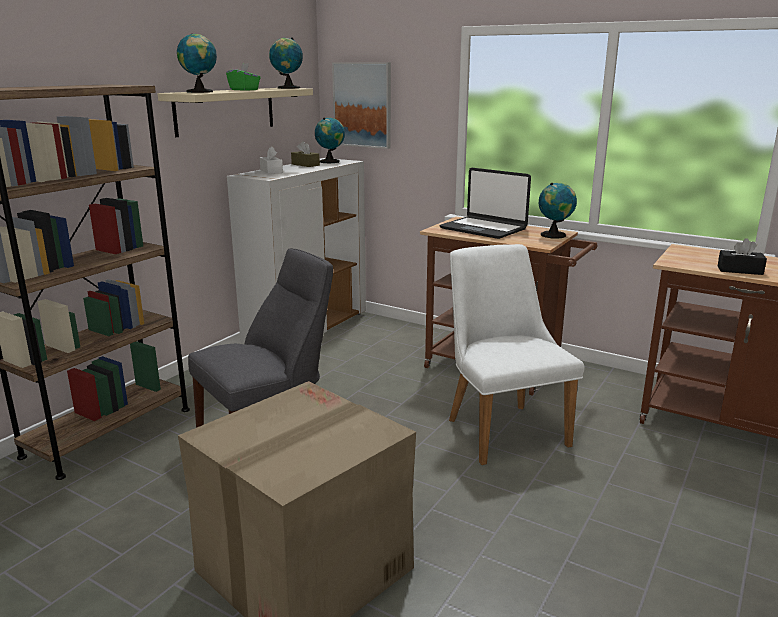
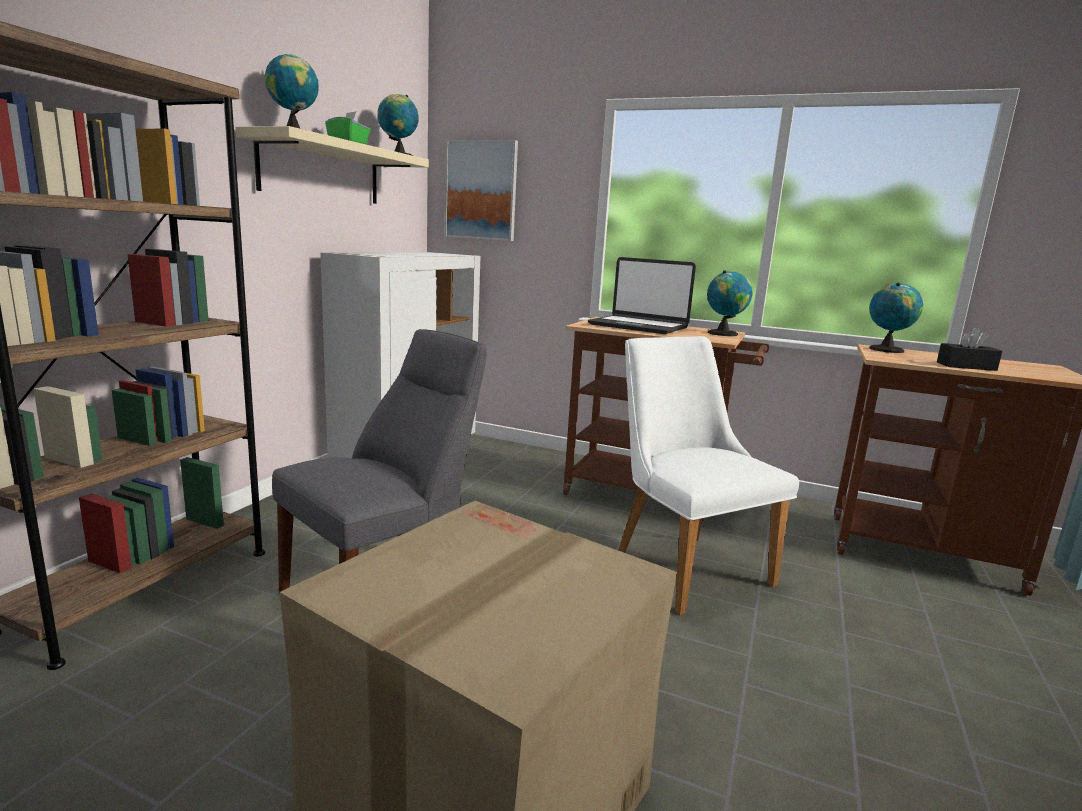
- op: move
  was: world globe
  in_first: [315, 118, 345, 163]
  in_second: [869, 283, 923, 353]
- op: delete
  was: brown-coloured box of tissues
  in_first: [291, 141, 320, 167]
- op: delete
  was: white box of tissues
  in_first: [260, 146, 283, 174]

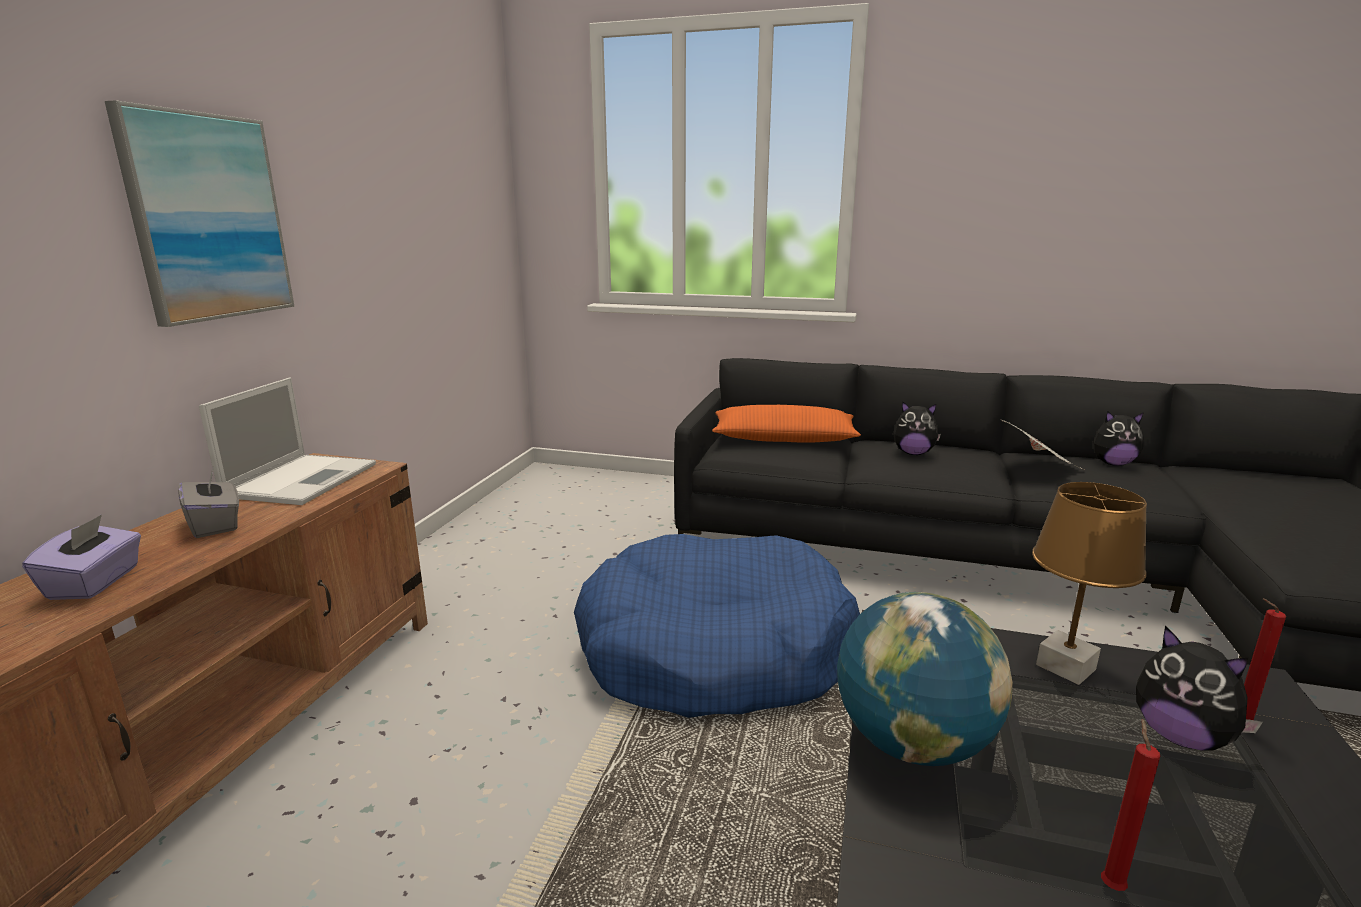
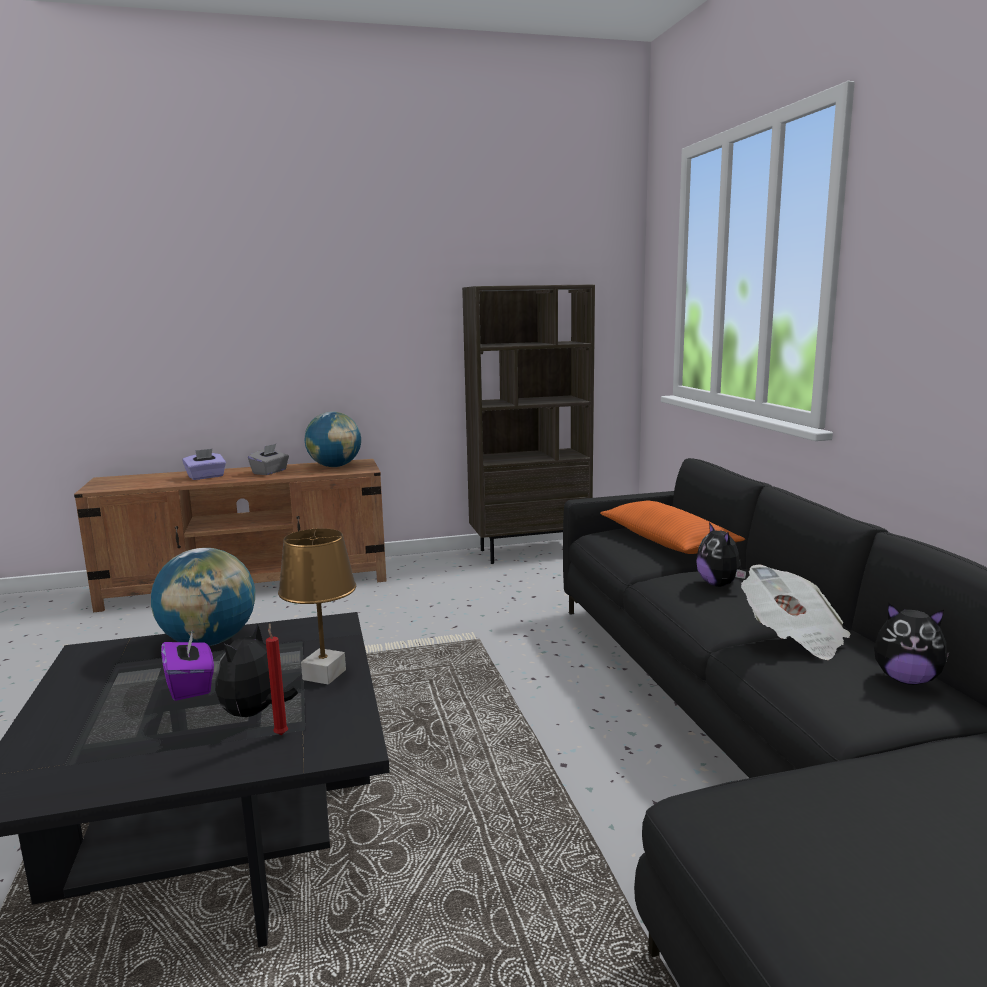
- op: delete
  was: wall art
  in_first: [105, 100, 294, 327]
- op: replace
  was: notebook computer
  now: world globe
  in_first: [199, 377, 376, 505]
  in_second: [305, 411, 361, 467]
- op: rotate
  was: cuddly toy
  in_first: [1093, 411, 1144, 466]
  in_second: [874, 603, 949, 685]
  clockwise: -45
- op: delete
  was: blue pet bed
  in_first: [574, 534, 860, 718]
- op: delete
  was: red candle
  in_first: [1101, 719, 1160, 891]
- op: insert
  now: brown-coloured shelving unit
  in_second: [462, 284, 595, 564]
- op: insert
  now: purple-coloured box of tissues
  in_second: [161, 632, 214, 701]

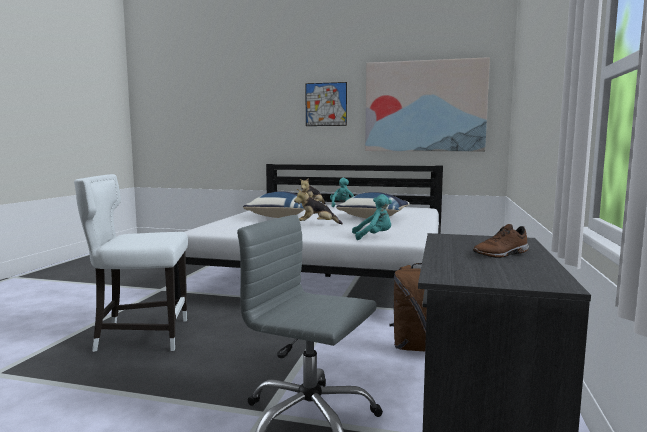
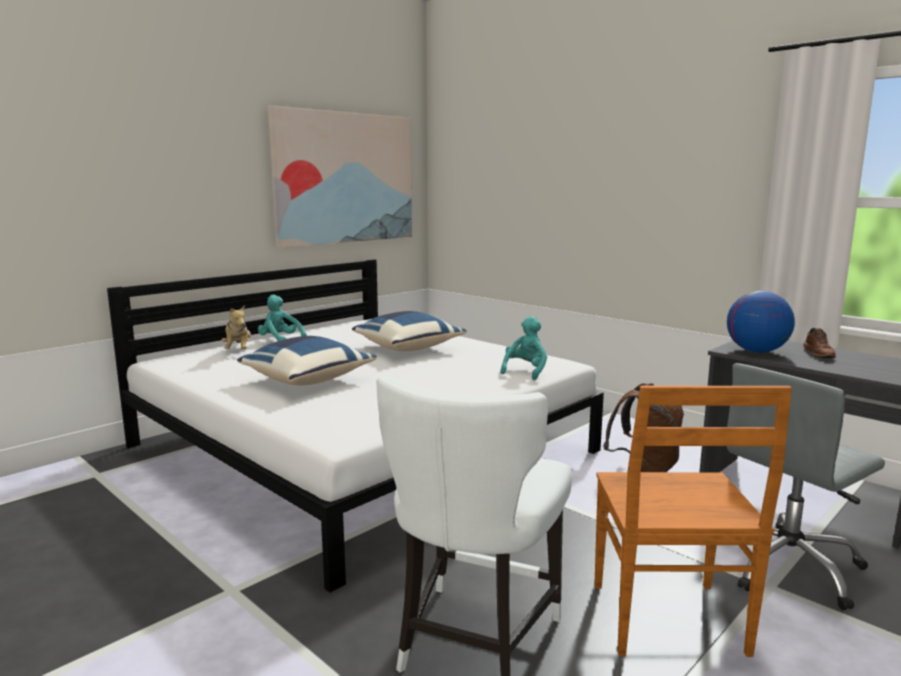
- op: delete
  was: wall art
  in_first: [306, 82, 347, 126]
- op: delete
  was: cuddly toy
  in_first: [294, 189, 343, 224]
- op: insert
  now: world globe
  in_second: [727, 291, 795, 353]
- op: insert
  now: brown-coloured upright chair
  in_second: [594, 386, 792, 657]

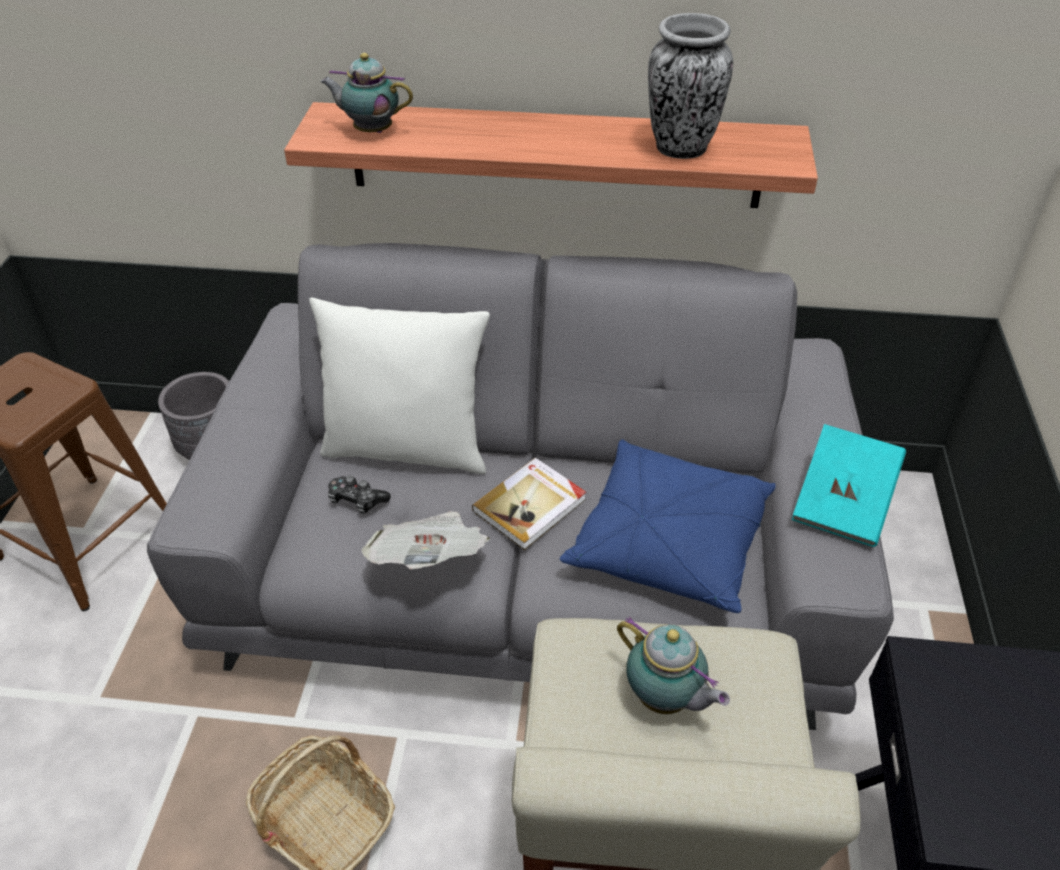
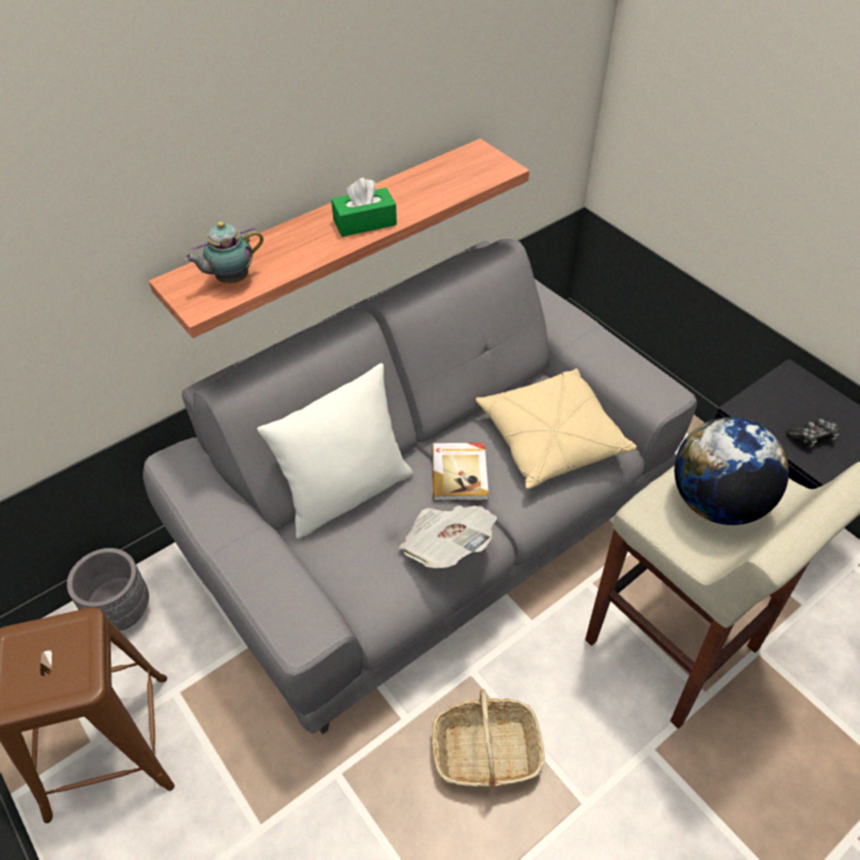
- op: delete
  was: decorative vase
  in_first: [648, 13, 733, 159]
- op: delete
  was: turquoise-coloured bound book
  in_first: [792, 424, 906, 547]
- op: recolor
  was: blue throw pillow
  now: beige throw pillow
  in_first: [560, 439, 775, 613]
  in_second: [475, 368, 637, 489]
- op: move
  was: gamepad
  in_first: [328, 475, 391, 514]
  in_second: [786, 419, 839, 448]
- op: replace
  was: teapot
  now: world globe
  in_first: [617, 616, 730, 714]
  in_second: [674, 417, 789, 525]
- op: insert
  now: green-coloured box of tissues
  in_second: [331, 178, 397, 237]

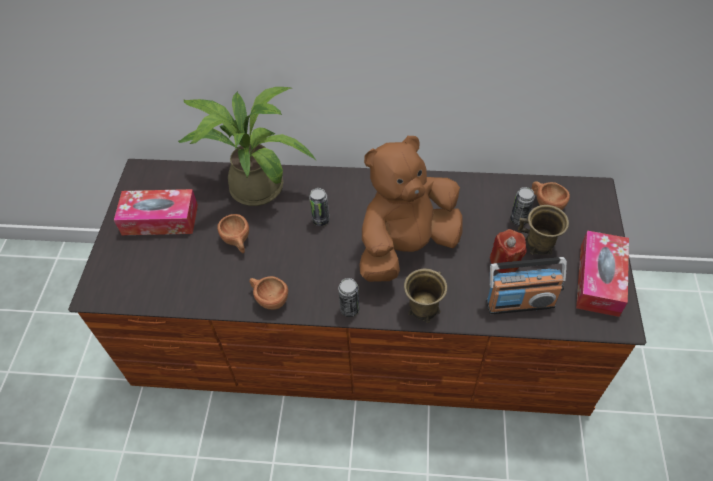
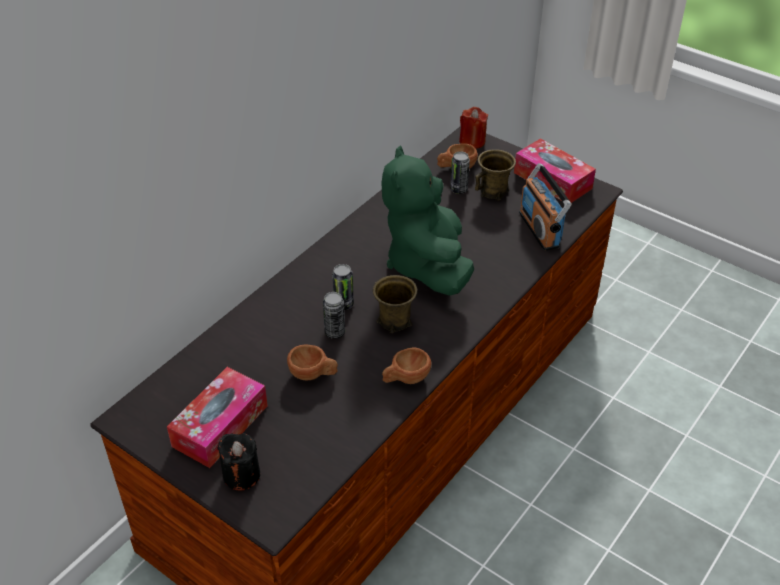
- op: delete
  was: potted plant
  in_first: [178, 87, 316, 206]
- op: recolor
  was: brown-coloured cuddly toy
  now: green-coloured cuddly toy
  in_first: [359, 136, 462, 282]
  in_second: [382, 146, 474, 296]
- op: move
  was: red candle
  in_first: [490, 229, 527, 273]
  in_second: [459, 107, 488, 149]
- op: rotate
  was: radio set
  in_first: [486, 257, 567, 314]
  in_second: [519, 163, 571, 251]
  clockwise: 135
- op: move
  was: brown-coloured tea mug
  in_first: [404, 268, 447, 323]
  in_second: [373, 275, 417, 333]
- op: move
  was: sealed can
  in_first: [338, 278, 359, 317]
  in_second: [323, 292, 345, 339]
- op: insert
  now: black candle
  in_second: [217, 433, 260, 491]

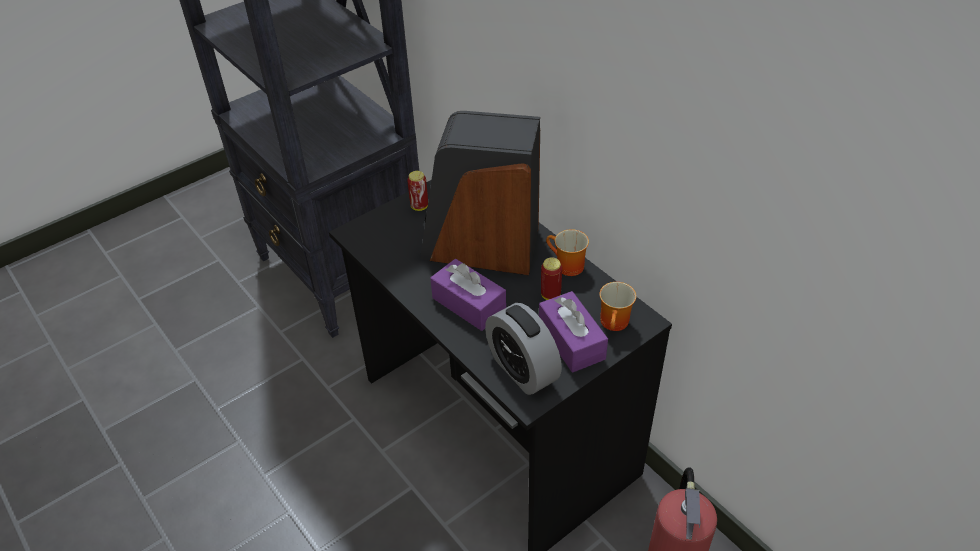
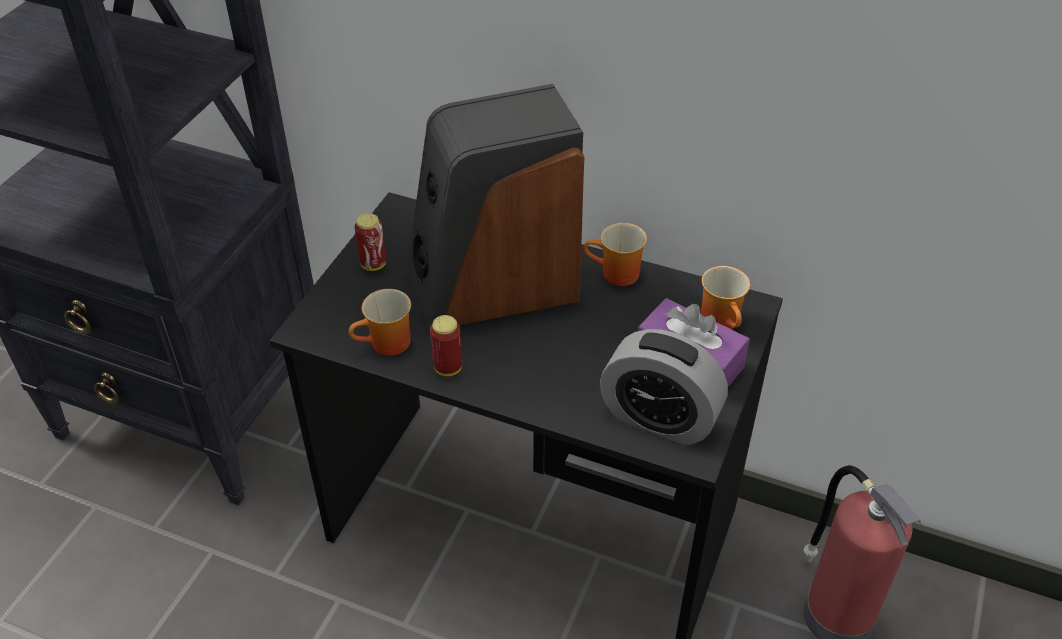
- op: move
  was: sealed can
  in_first: [541, 258, 562, 300]
  in_second: [430, 315, 462, 376]
- op: delete
  was: purple-coloured box of tissues
  in_first: [430, 259, 506, 331]
- op: insert
  now: tea mug
  in_second: [348, 289, 411, 356]

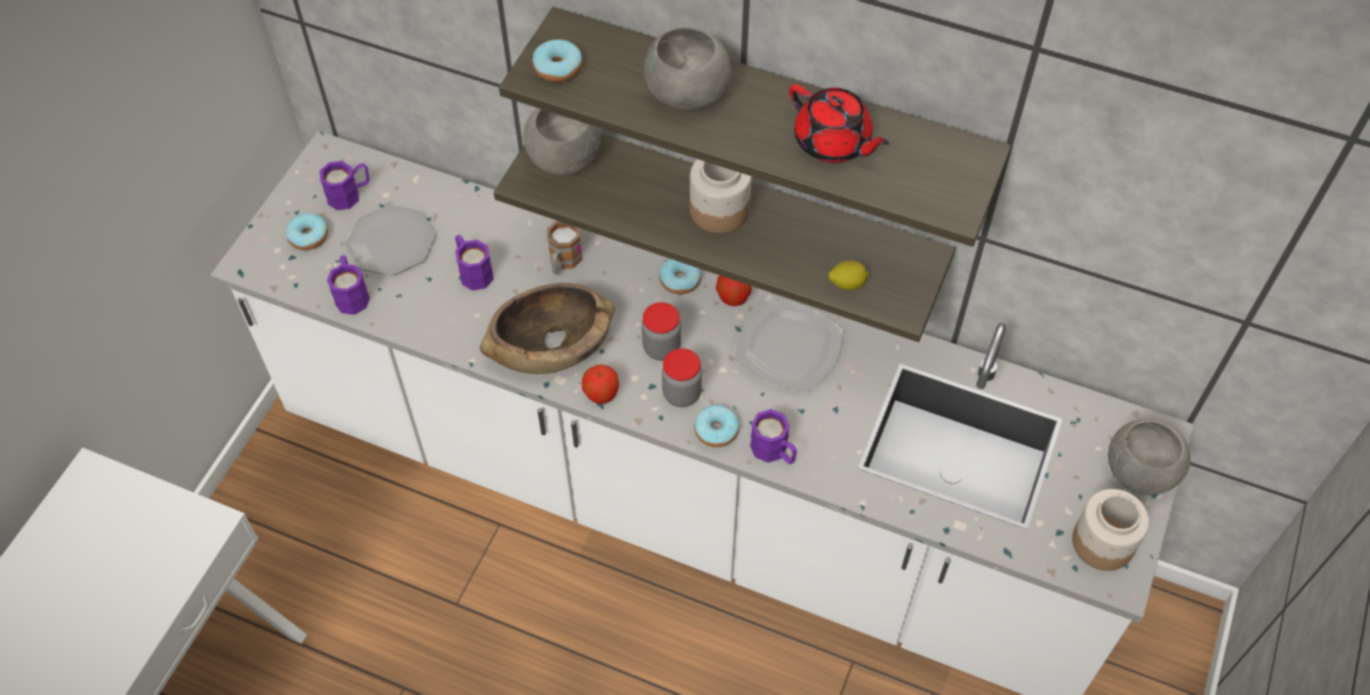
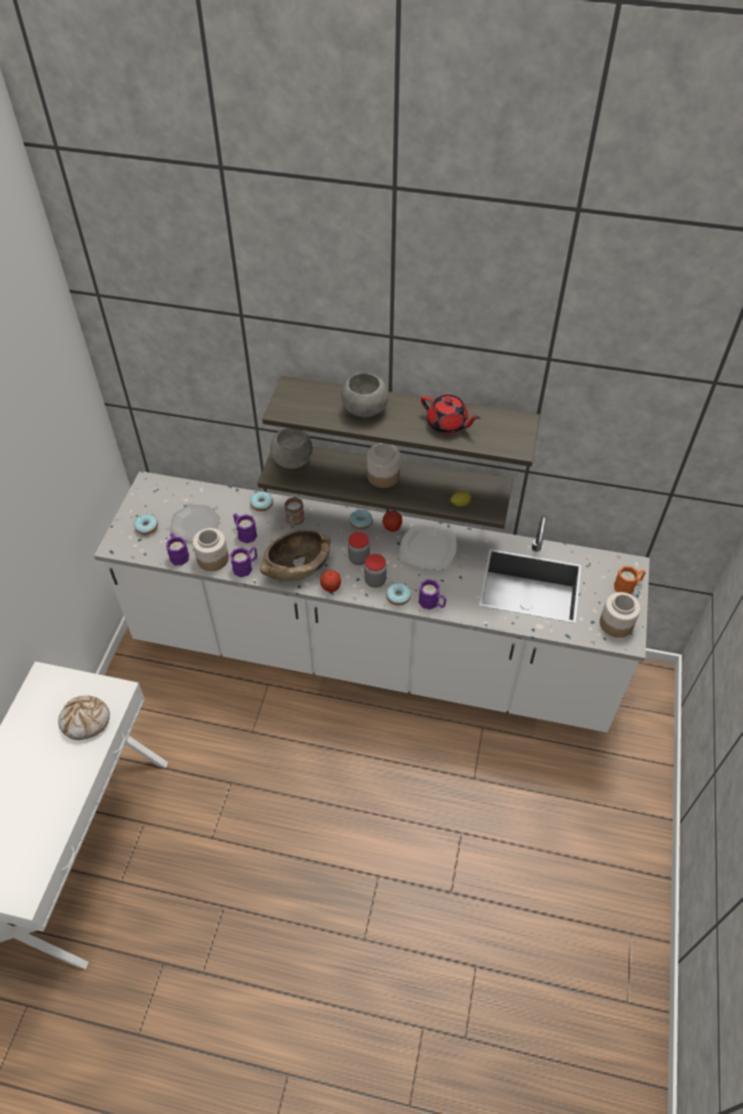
- op: move
  was: ring doughnut
  in_first: [533, 39, 582, 82]
  in_second: [250, 491, 273, 511]
- op: move
  was: purple-coloured tea mug
  in_first: [320, 161, 370, 210]
  in_second: [230, 547, 257, 577]
- op: replace
  was: greyish bowl
  now: orangey tea mug
  in_first: [1108, 419, 1190, 495]
  in_second: [614, 566, 646, 594]
- op: insert
  now: preserve jar
  in_second: [193, 528, 229, 571]
- op: insert
  now: baked bread
  in_second: [58, 695, 110, 740]

